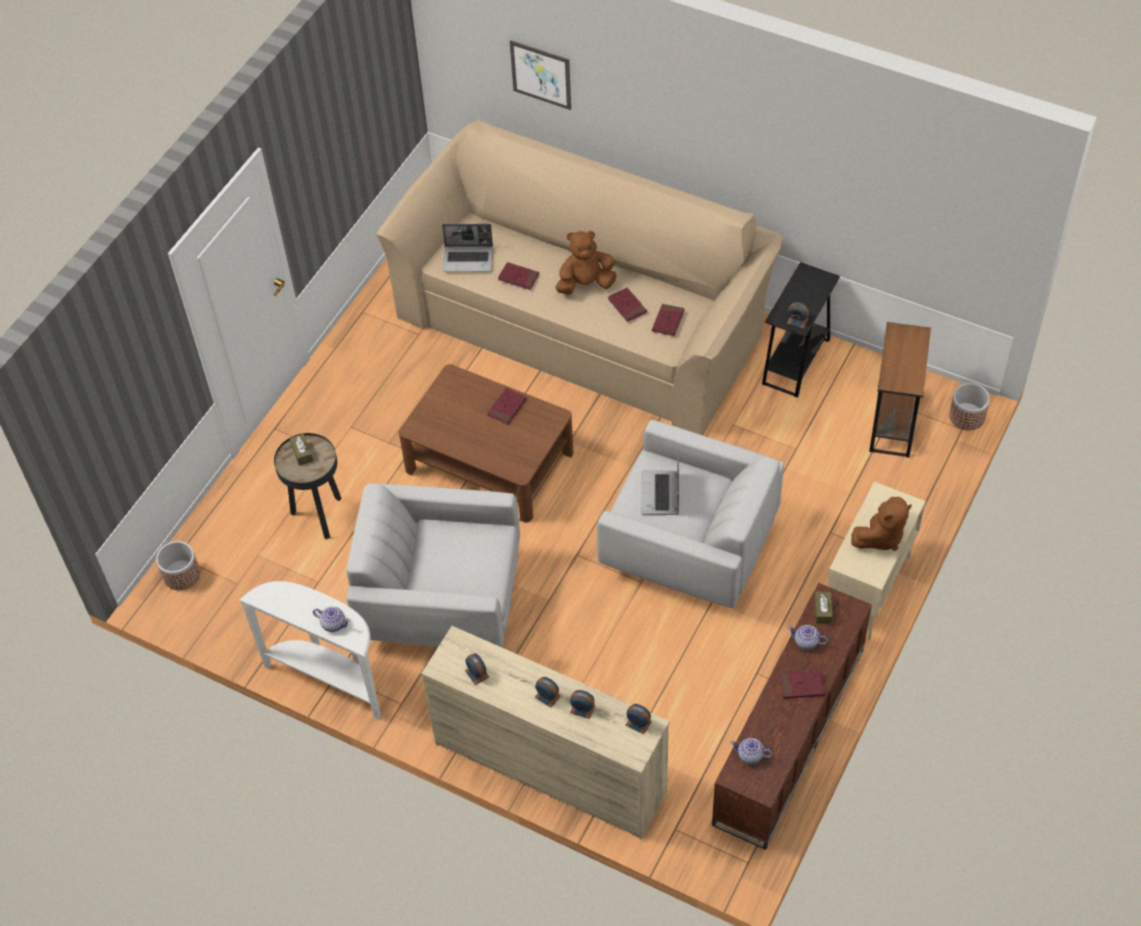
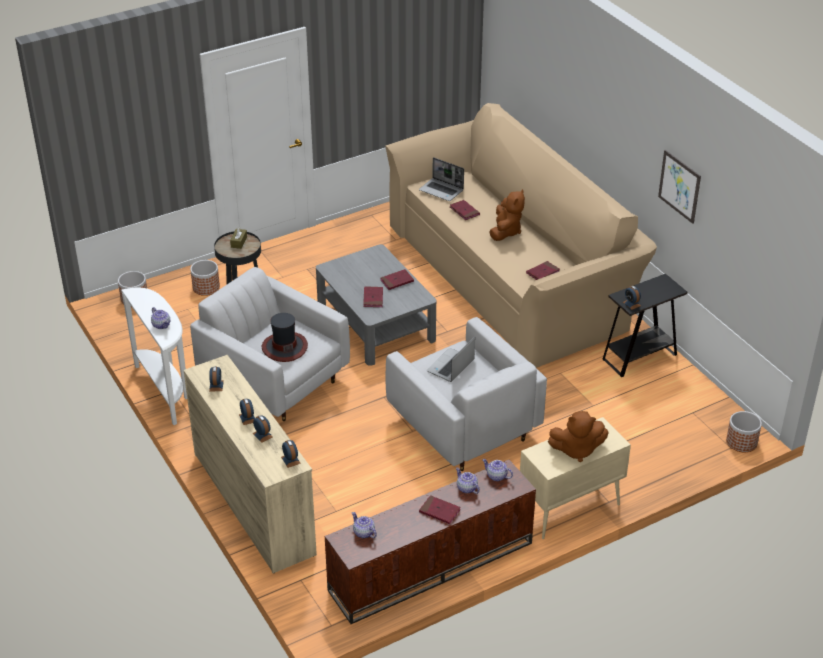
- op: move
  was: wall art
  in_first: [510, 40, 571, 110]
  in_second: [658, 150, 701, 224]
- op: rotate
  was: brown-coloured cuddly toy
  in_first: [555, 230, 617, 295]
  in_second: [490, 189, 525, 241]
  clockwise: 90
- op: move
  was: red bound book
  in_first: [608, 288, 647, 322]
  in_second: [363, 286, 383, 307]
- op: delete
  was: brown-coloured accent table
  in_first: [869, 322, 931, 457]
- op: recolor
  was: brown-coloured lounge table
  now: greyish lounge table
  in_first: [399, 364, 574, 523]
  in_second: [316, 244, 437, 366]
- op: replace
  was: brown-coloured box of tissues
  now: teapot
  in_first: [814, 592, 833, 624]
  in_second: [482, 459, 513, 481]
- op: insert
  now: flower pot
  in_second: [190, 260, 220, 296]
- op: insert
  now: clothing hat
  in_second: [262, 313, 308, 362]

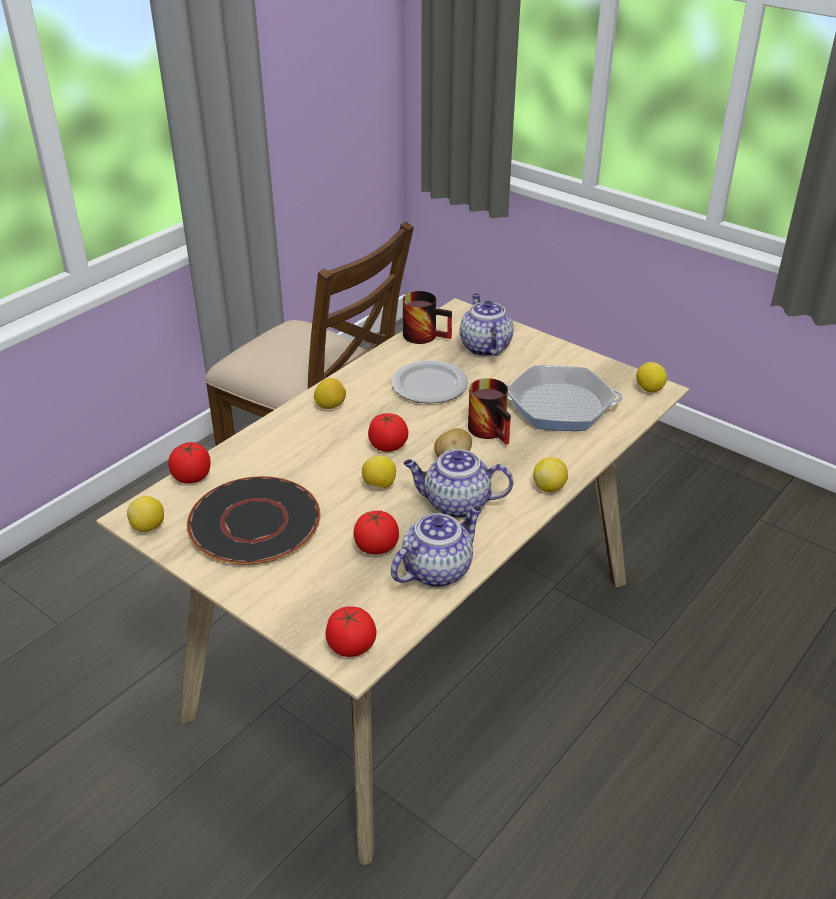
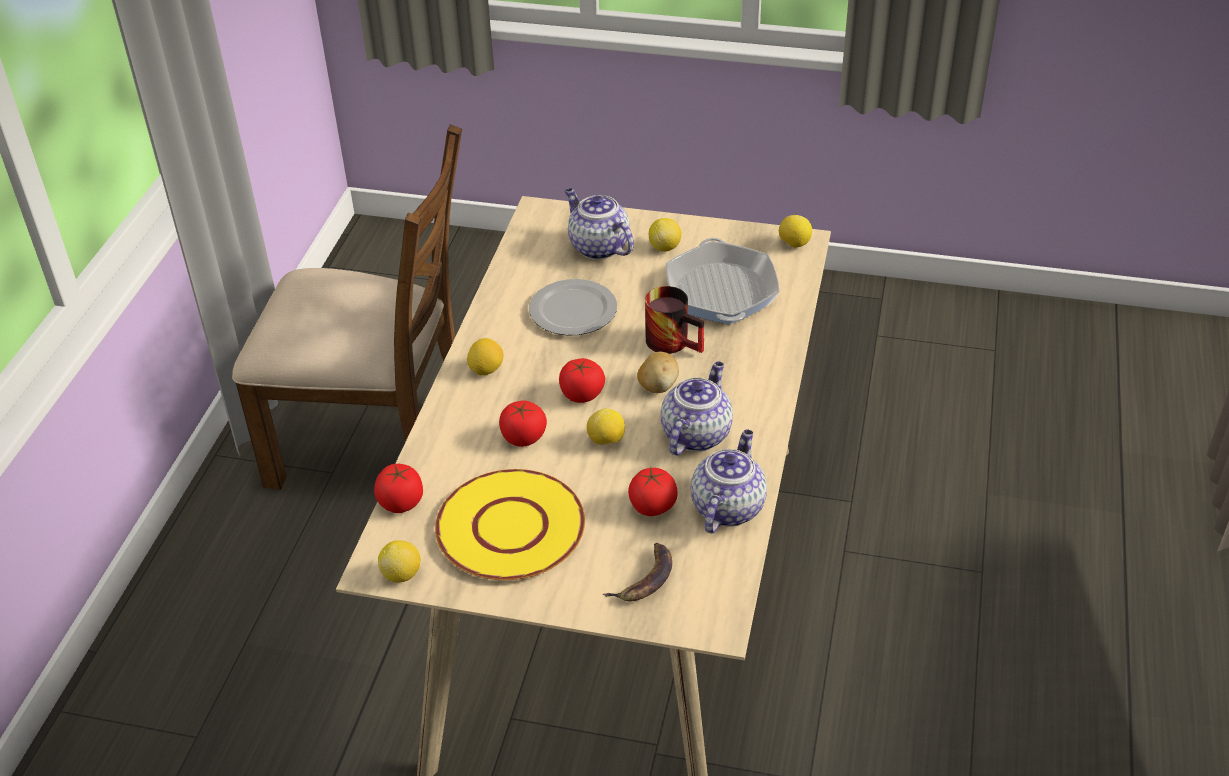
- op: delete
  was: tea mug
  in_first: [403, 291, 452, 344]
- op: rotate
  was: pan
  in_first: [507, 365, 623, 431]
  in_second: [666, 238, 780, 324]
  clockwise: 105
- op: rotate
  was: teapot
  in_first: [404, 449, 513, 518]
  in_second: [661, 361, 733, 455]
  clockwise: 135
- op: move
  was: citrus fruit
  in_first: [533, 457, 568, 492]
  in_second: [649, 218, 682, 252]
- op: recolor
  was: black plate
  now: yellow plate
  in_first: [187, 476, 320, 564]
  in_second: [435, 469, 585, 580]
- op: move
  was: fresh tomato
  in_first: [325, 606, 376, 657]
  in_second: [499, 401, 547, 447]
- op: insert
  now: banana fruit
  in_second: [603, 543, 672, 602]

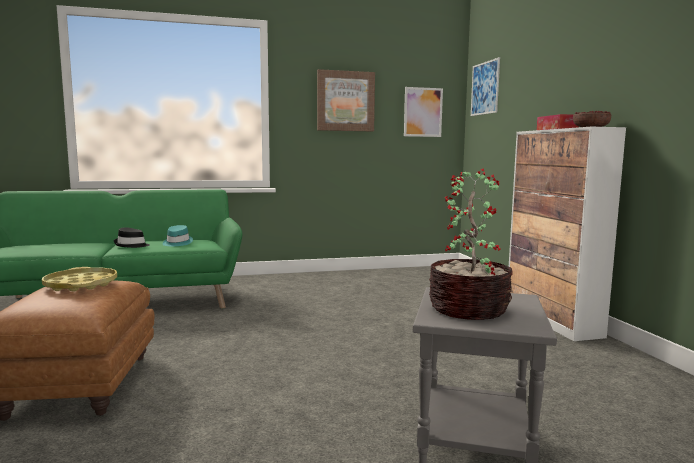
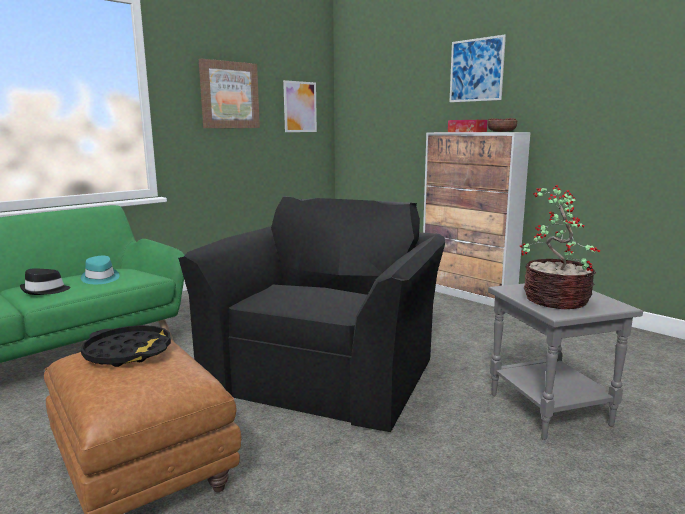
- op: move
  was: wall art
  in_first: [471, 57, 500, 116]
  in_second: [450, 35, 506, 102]
- op: recolor
  was: yellow serving tray
  now: black serving tray
  in_first: [42, 267, 117, 292]
  in_second: [81, 325, 171, 367]
- op: insert
  now: black lounge chair
  in_second: [178, 196, 445, 432]

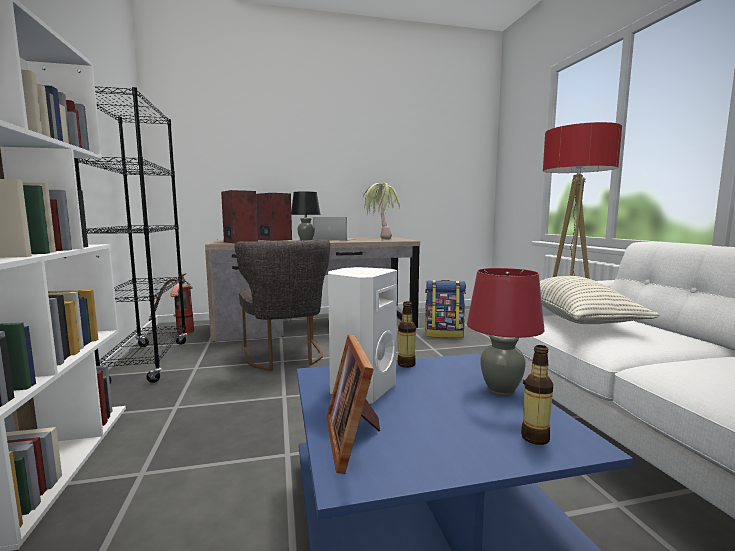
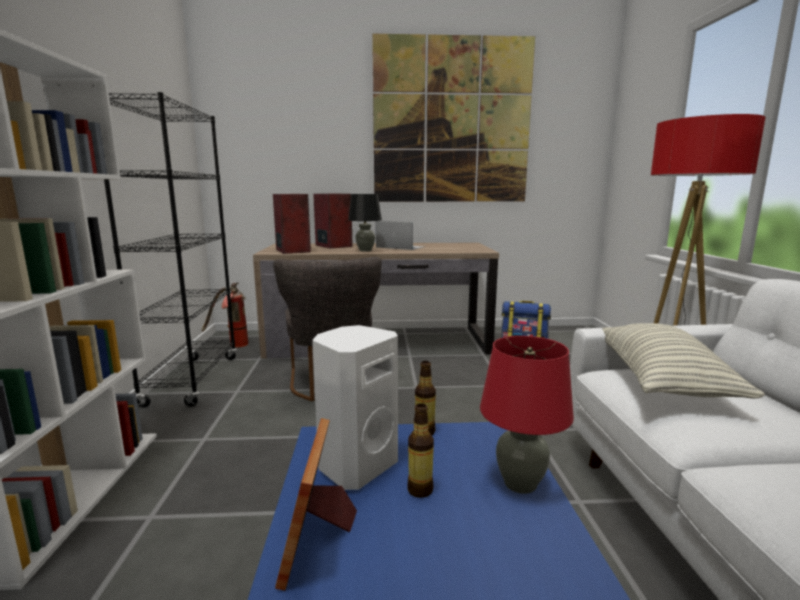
- op: delete
  was: potted plant
  in_first: [363, 183, 400, 240]
- op: move
  was: drink bottle
  in_first: [521, 345, 553, 445]
  in_second: [407, 403, 434, 498]
- op: insert
  now: wall art
  in_second: [372, 34, 535, 202]

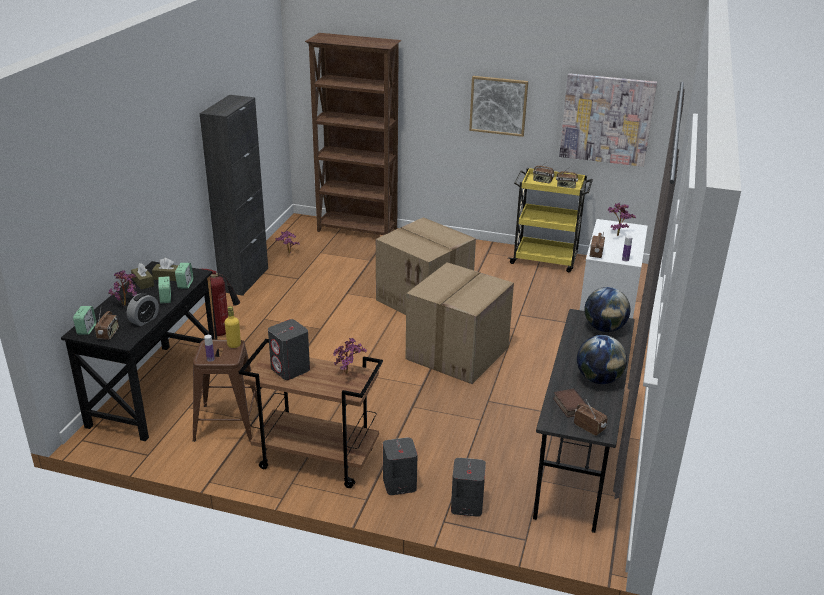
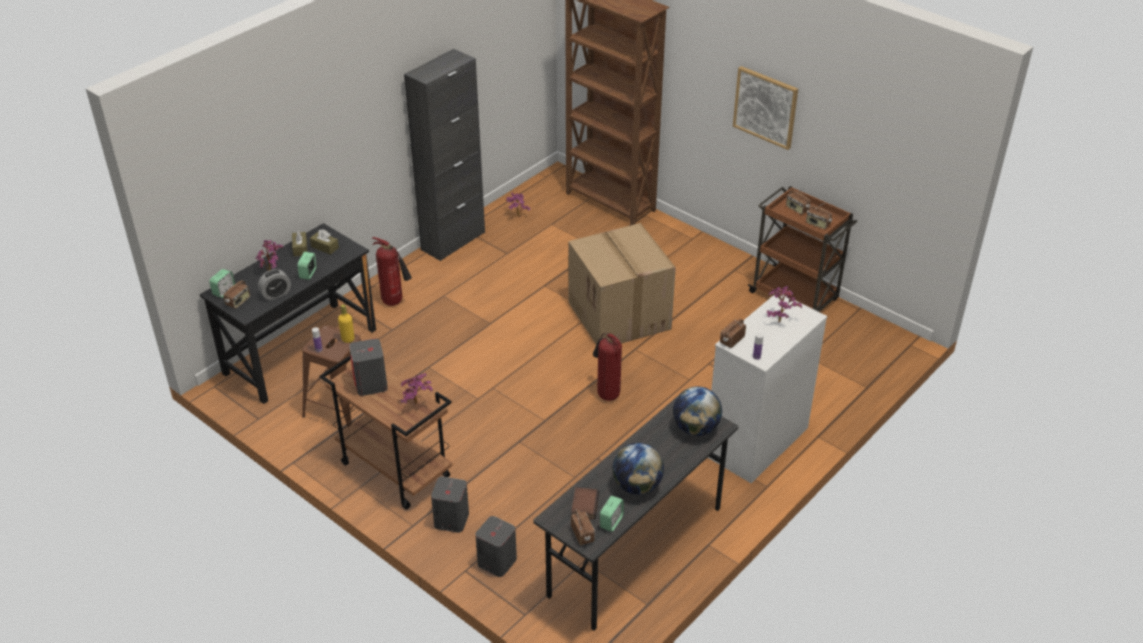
- op: delete
  was: wall art
  in_first: [559, 73, 657, 167]
- op: recolor
  was: yellow trolley
  now: brown-coloured trolley
  in_first: [508, 168, 593, 272]
  in_second: [747, 186, 858, 312]
- op: replace
  was: carton
  now: fire extinguisher
  in_first: [406, 262, 514, 384]
  in_second: [593, 333, 622, 401]
- op: move
  was: table clock
  in_first: [175, 263, 193, 289]
  in_second: [600, 496, 624, 532]

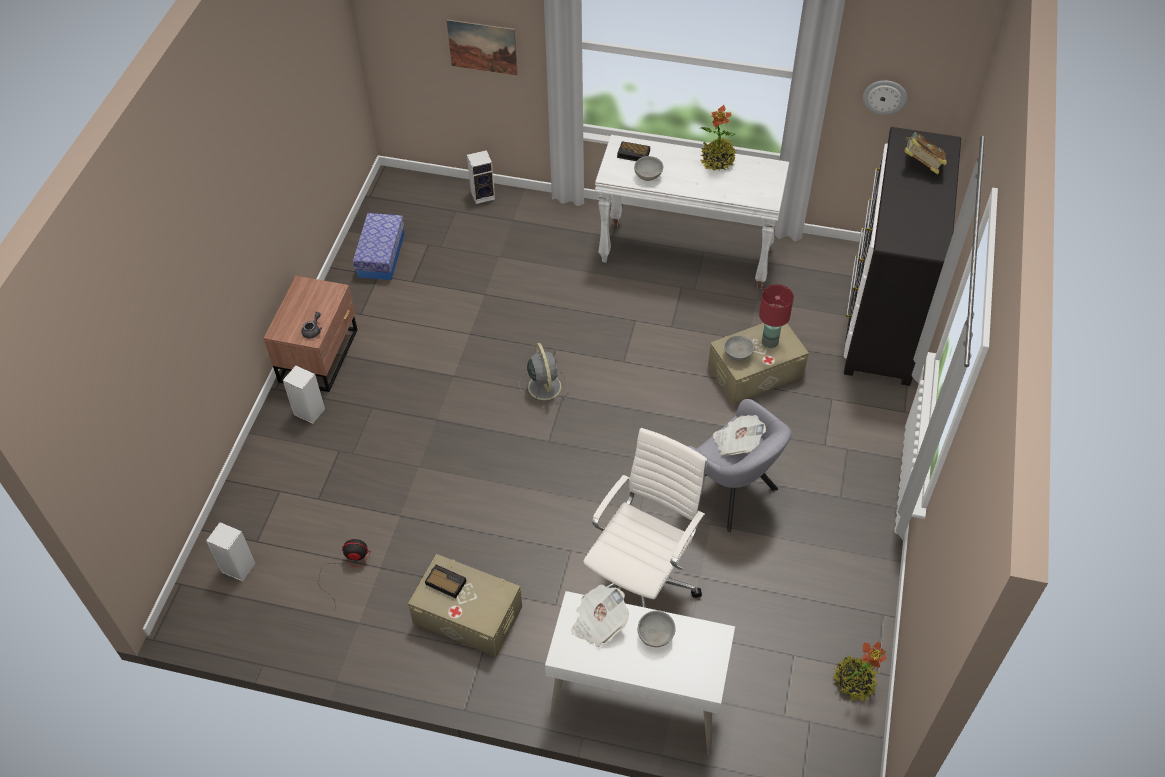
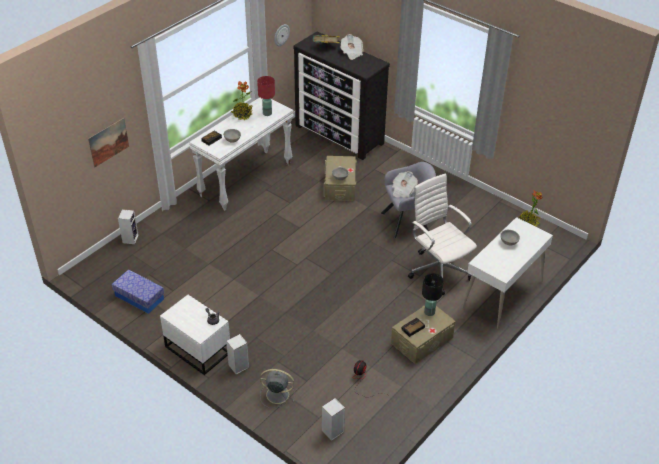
- op: recolor
  was: brown-coloured nightstand
  now: white nightstand
  in_first: [264, 276, 358, 392]
  in_second: [160, 295, 230, 375]
- op: move
  was: red lamp for a table
  in_first: [759, 284, 794, 348]
  in_second: [257, 76, 275, 116]
- op: move
  was: greyish cooling fan
  in_first: [519, 343, 568, 408]
  in_second: [260, 369, 295, 408]
- op: move
  was: newspaper
  in_first: [571, 585, 629, 647]
  in_second: [340, 34, 363, 60]
- op: insert
  now: black lamp for a table
  in_second: [422, 273, 444, 316]

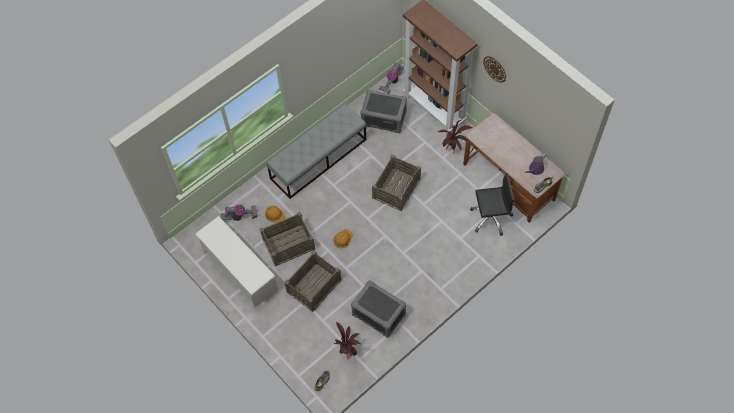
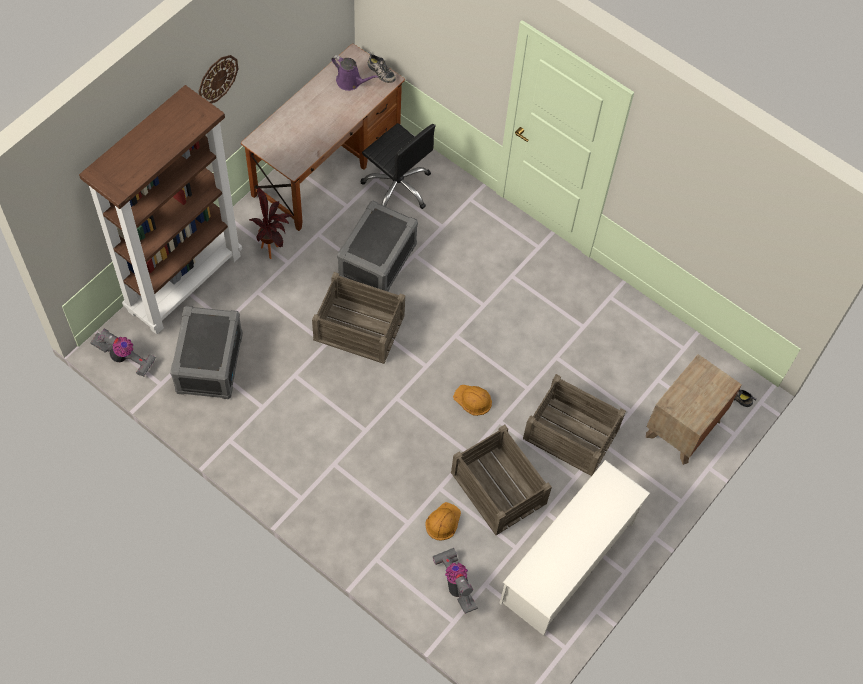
- op: delete
  was: greyish indoor bench
  in_first: [266, 104, 366, 199]
- op: rotate
  was: black office chair
  in_first: [470, 173, 515, 236]
  in_second: [360, 123, 436, 209]
  clockwise: 150
- op: move
  was: greyish storage bin
  in_first: [351, 280, 406, 338]
  in_second: [337, 201, 418, 292]
- op: delete
  was: potted plant
  in_first: [335, 322, 361, 360]
- op: insert
  now: brown-coloured nightstand
  in_second: [646, 354, 742, 465]

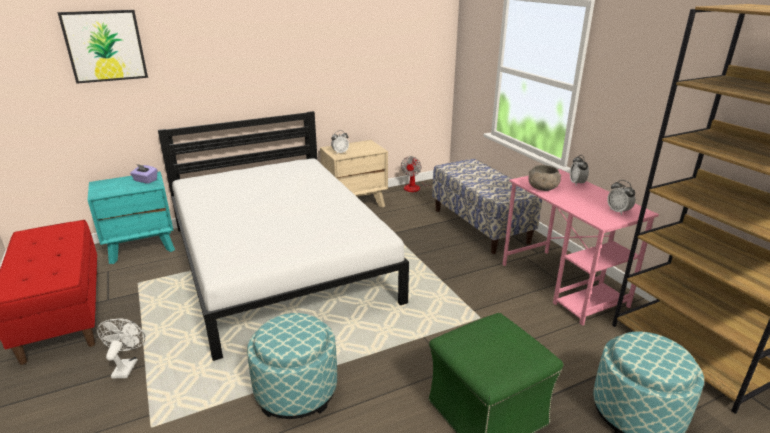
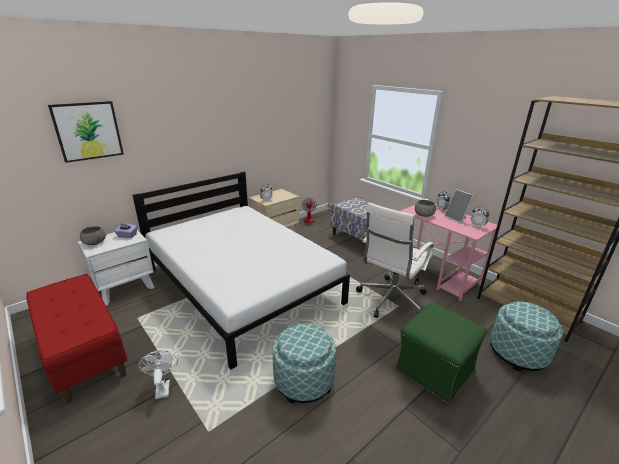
- op: recolor
  was: turquoise-coloured nightstand
  now: white nightstand
  in_first: [88, 171, 175, 264]
  in_second: [78, 230, 154, 305]
- op: insert
  now: photo frame
  in_second: [444, 189, 474, 224]
- op: insert
  now: white office chair
  in_second: [356, 202, 434, 318]
- op: insert
  now: greyish bowl
  in_second: [80, 226, 106, 245]

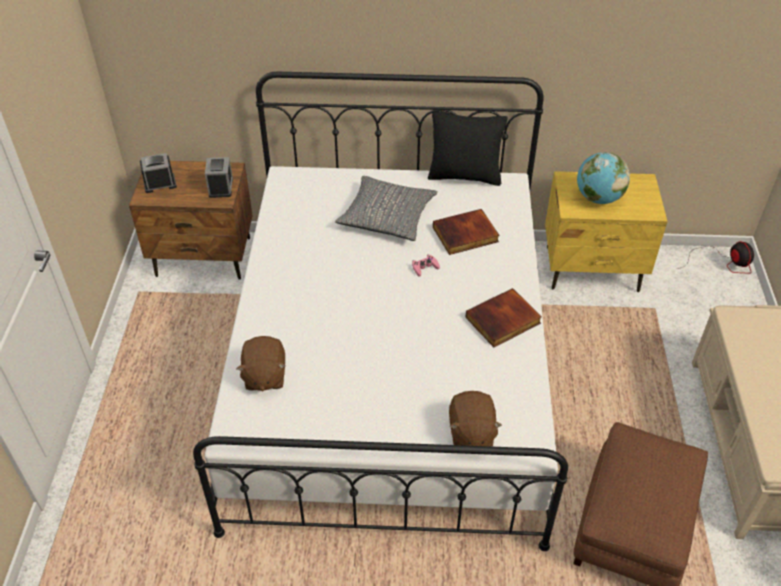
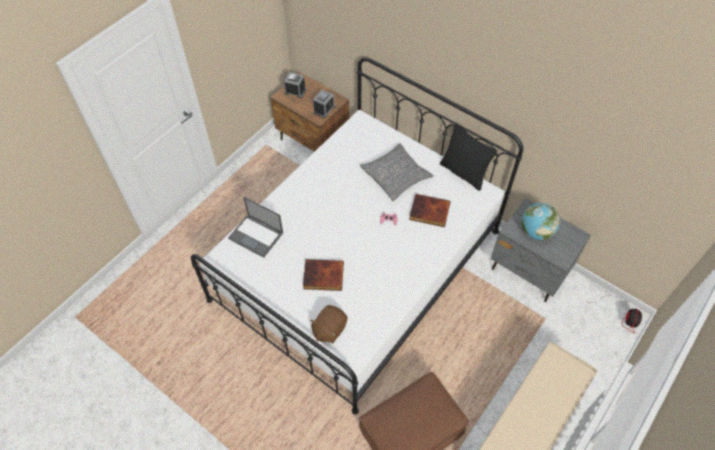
- op: recolor
  was: yellow nightstand
  now: greyish nightstand
  in_first: [545, 171, 668, 292]
  in_second: [491, 198, 591, 302]
- op: move
  was: bound book
  in_first: [465, 288, 542, 347]
  in_second: [303, 259, 344, 291]
- op: replace
  was: brown-coloured cuddly toy
  now: notebook computer
  in_first: [236, 336, 286, 392]
  in_second: [228, 197, 283, 258]

